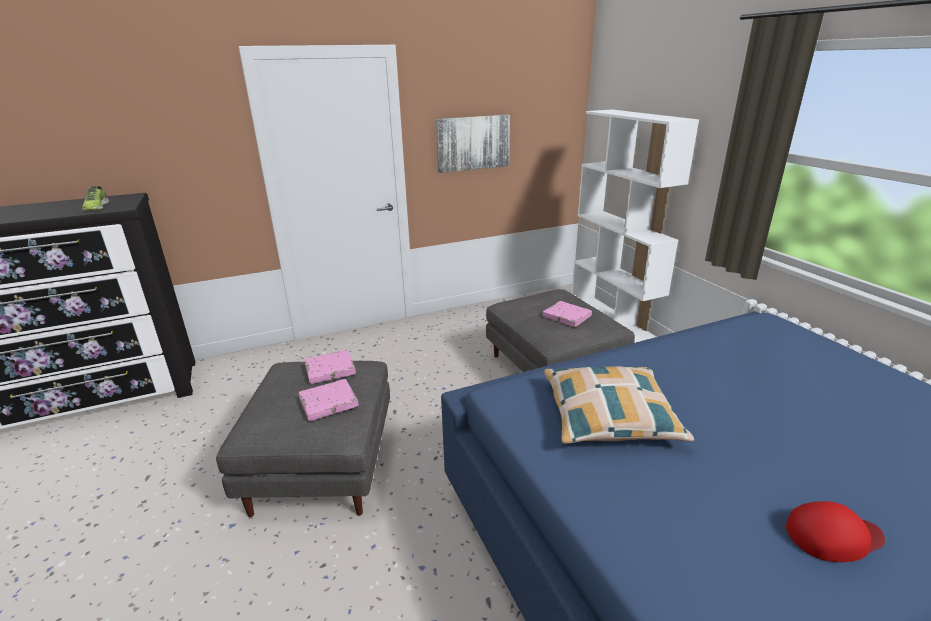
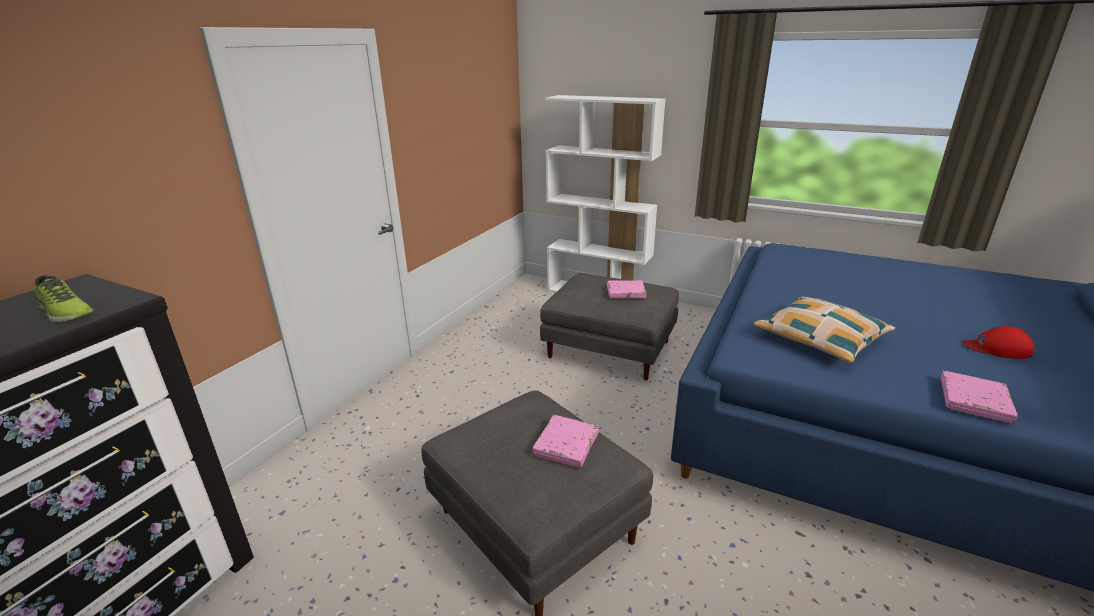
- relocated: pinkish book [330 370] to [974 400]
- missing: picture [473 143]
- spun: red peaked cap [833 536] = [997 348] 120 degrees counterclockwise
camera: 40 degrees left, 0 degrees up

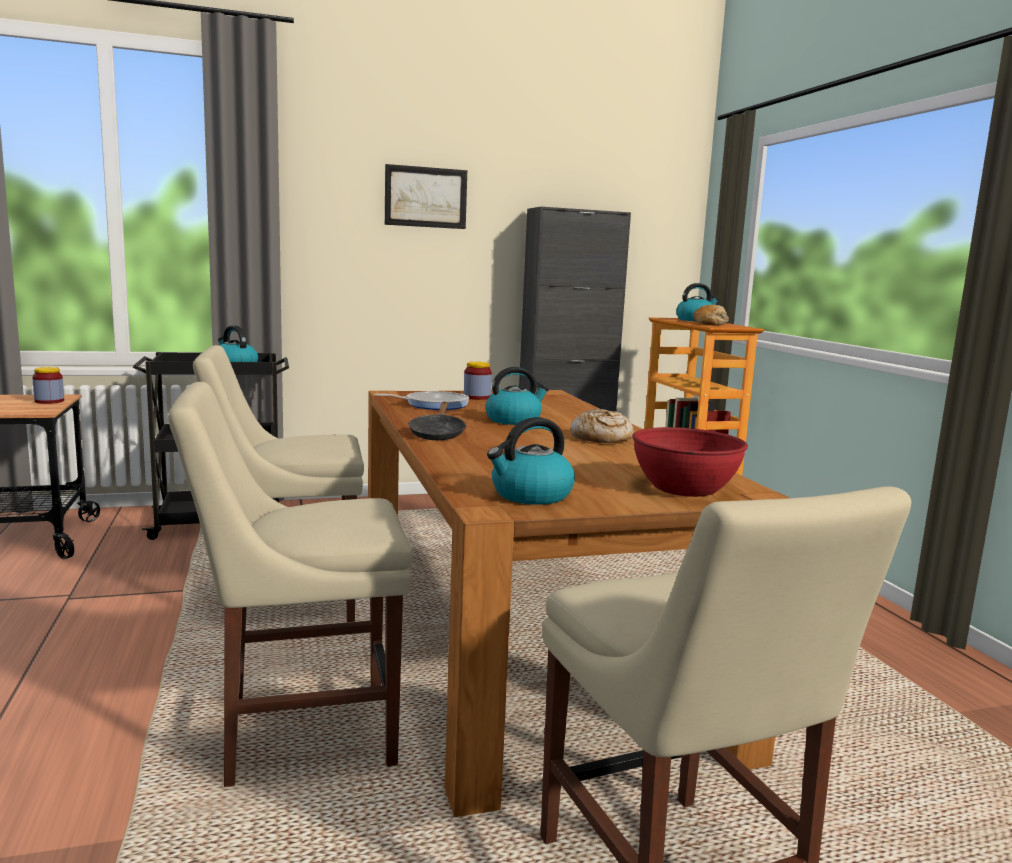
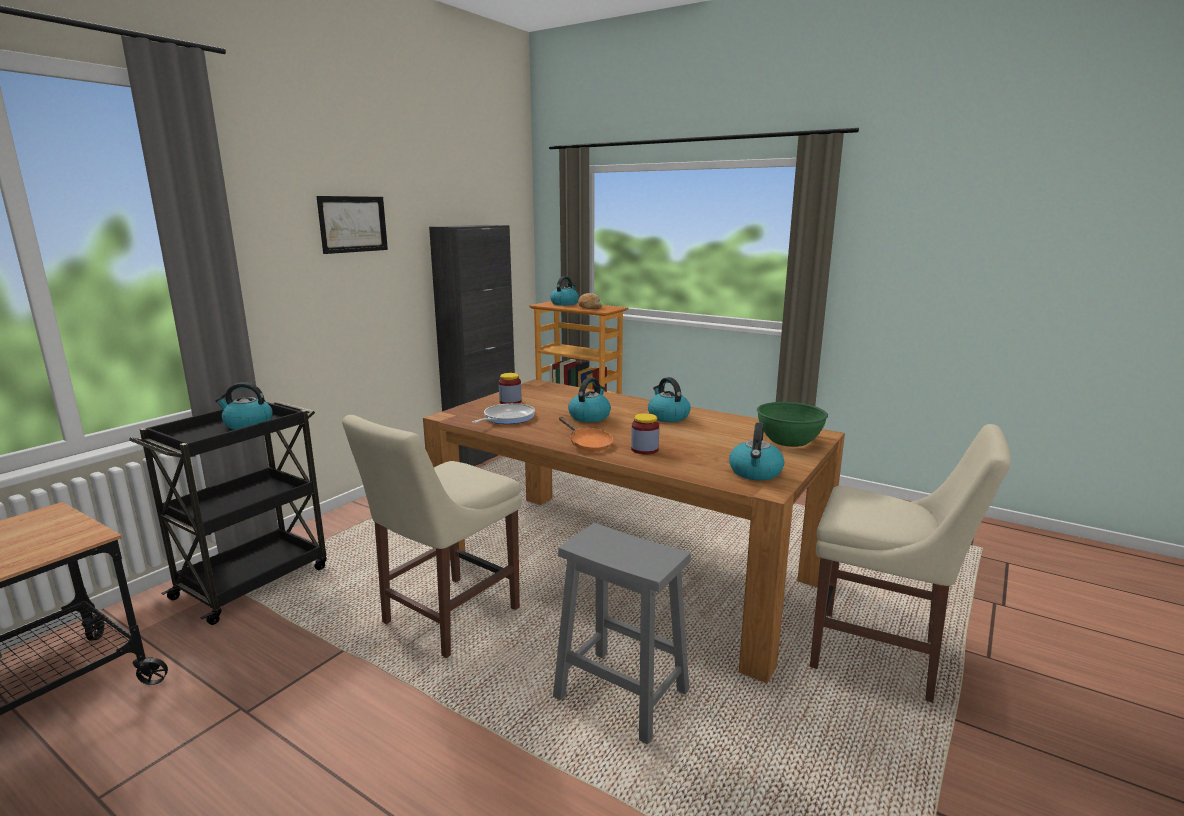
- relocated: jar [49 401] to [644 449]
- exchanged: beige upright chair [298 732] to grey sitting stool [619 693]
- colour: blackish frying pan [437 434] to orangey frying pan [587 444]
- exchanged: bread [601 438] to tea kettle [667 416]
- colour: red serving bowl [684 488] to greenish serving bowl [789 440]
camera: 40 degrees left, 5 degrees up

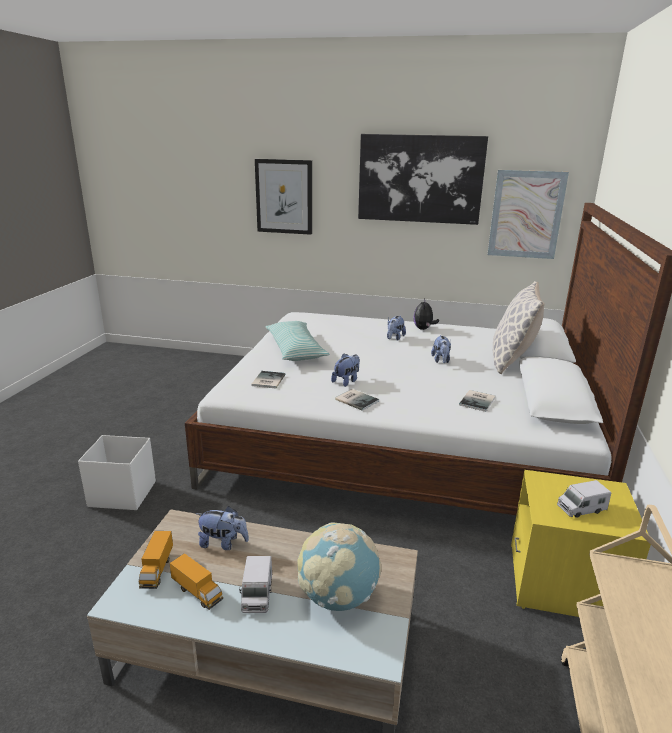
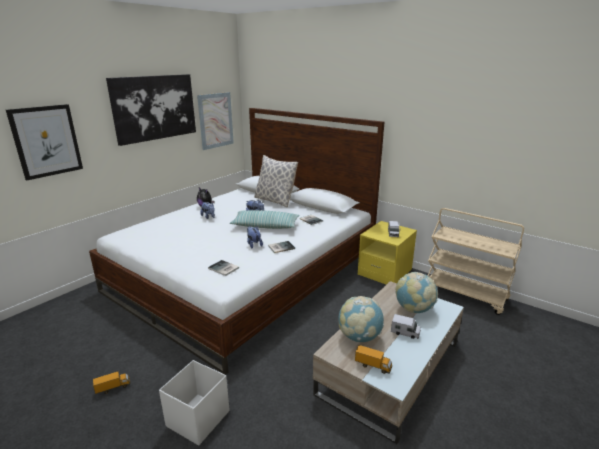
- relocated: toy truck [197 592] to [113 388]
- exchanged: plush toy [223 543] to desk globe [359 337]
- relocated: cushion [295 350] to [265 226]
camera: 65 degrees left, 0 degrees up

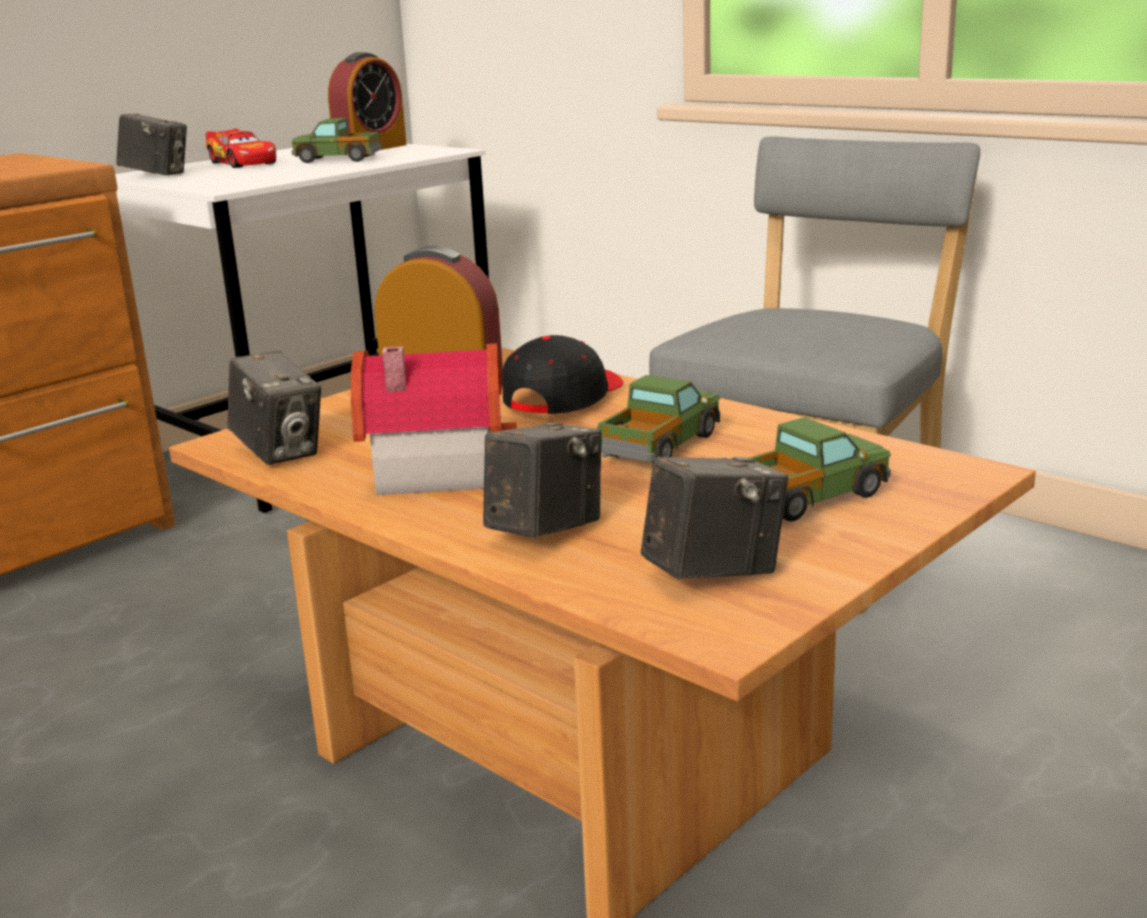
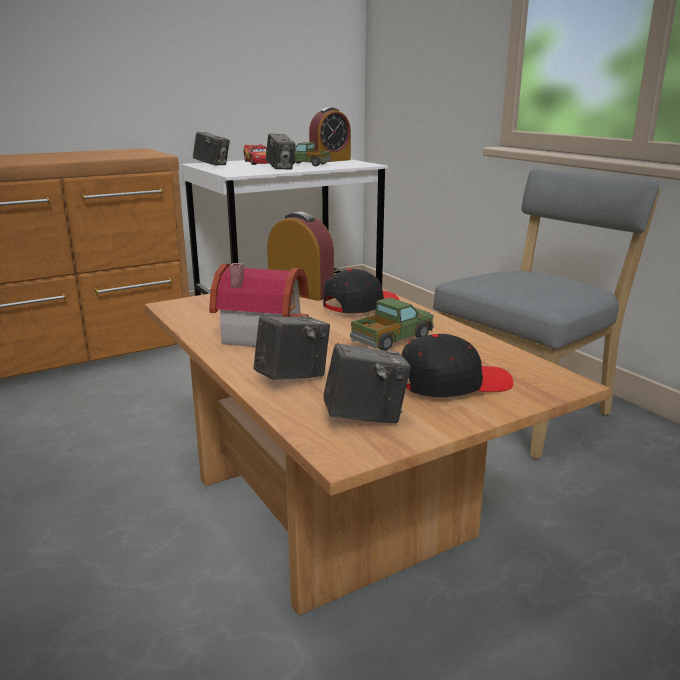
- relocated: photo camera [279 452] to [280 168]
- exchanged: toy truck [807 499] to blackish peaked cap [453 383]
camera: 15 degrees right, 0 degrees up

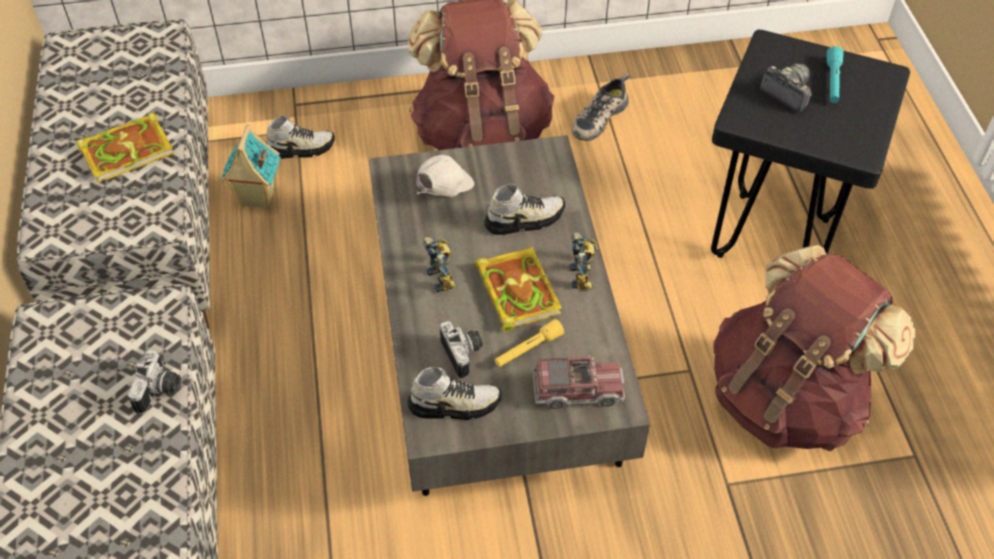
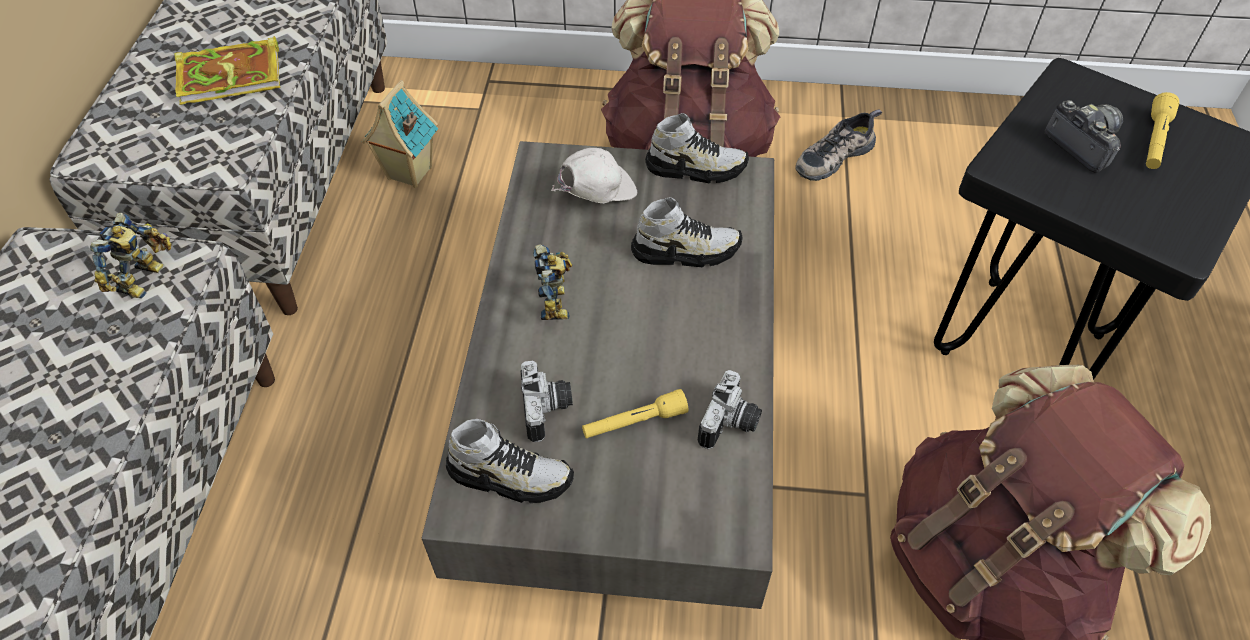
- relocated: photo camera [160 391] to [731 425]
- relocated: item of footwear [301 148] to [695 168]
- missing: book [516 290]
- missing: toy truck [577 390]
- relocated: robot figure [584 276] to [145 279]
- colour: blue-green torch [832 82] to yellowish torch [1154 141]
camera: 15 degrees right, 0 degrees up

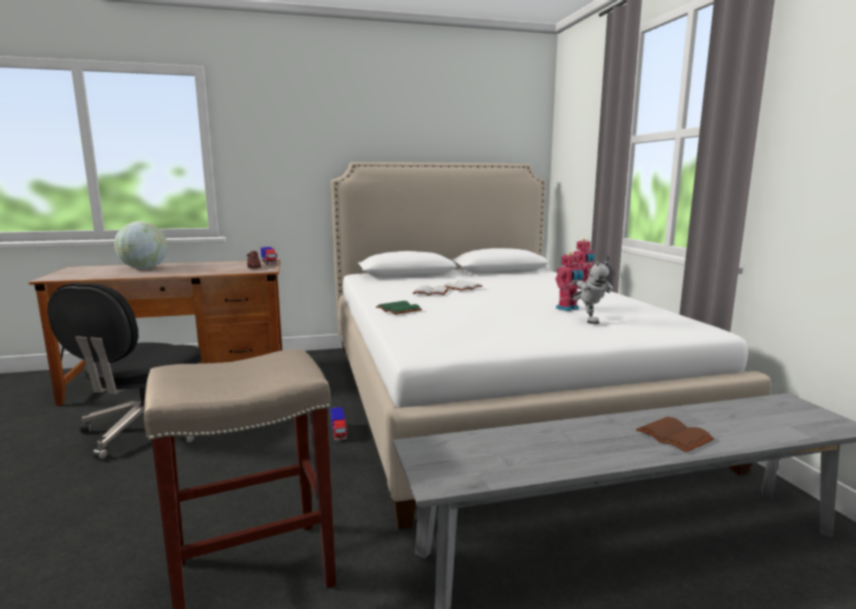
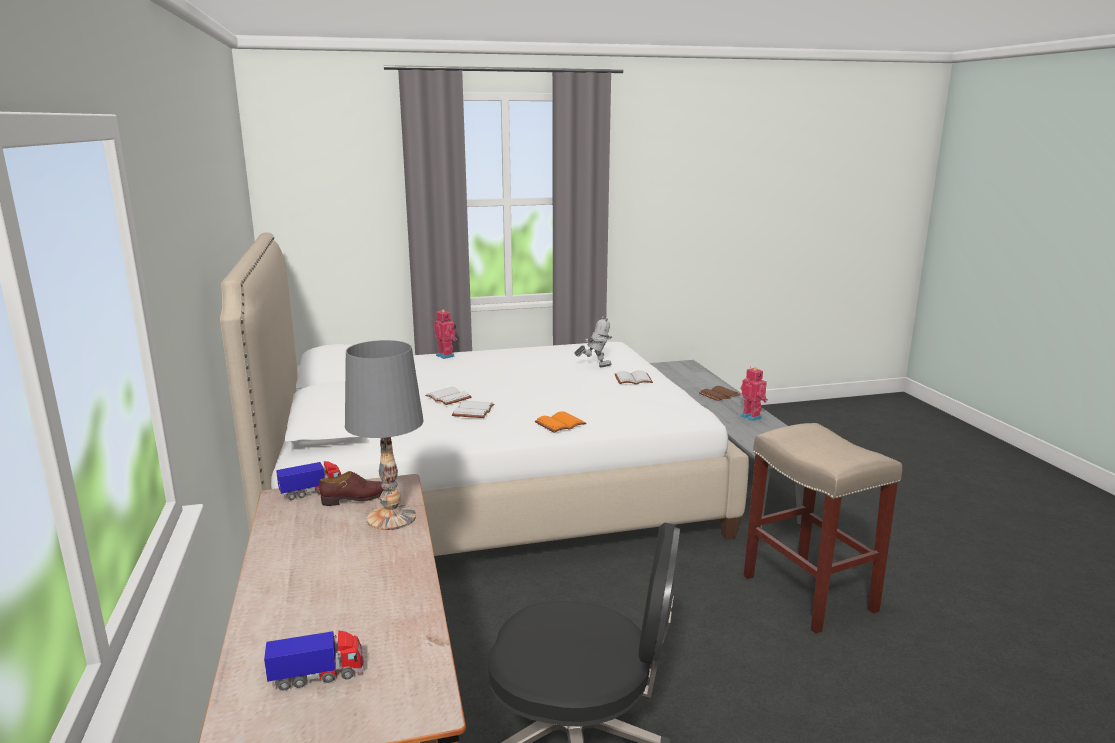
- missing: desk globe [144 268]
- relocated: toy truck [338 432] to [317 676]
- colour: greenish book [397 310] to orangey book [560 424]
- relocated: robot figure [568 309] to [752 417]
- appeared: grey lamp for a table [392 518]
- appeared: whitish book [632 380]
camera: 90 degrees left, 5 degrees up

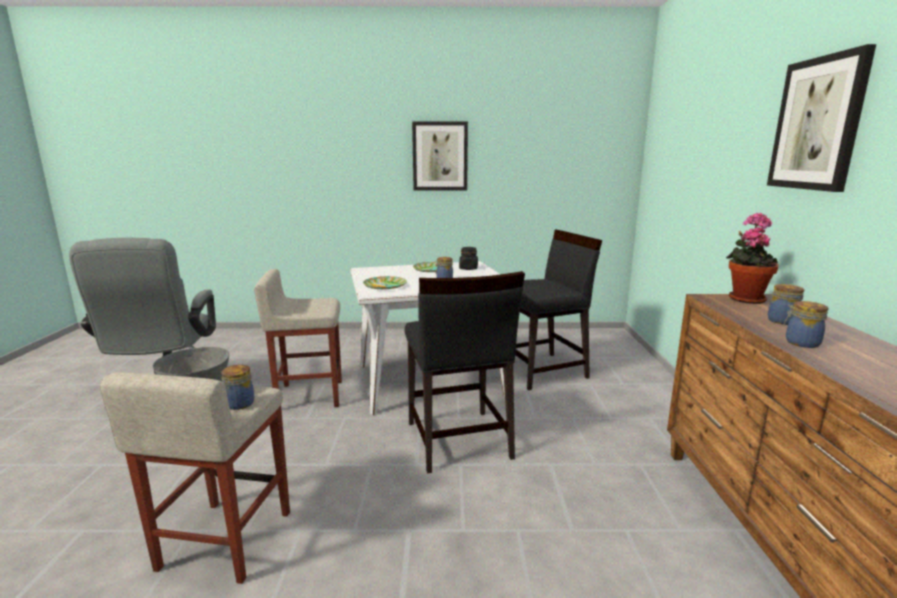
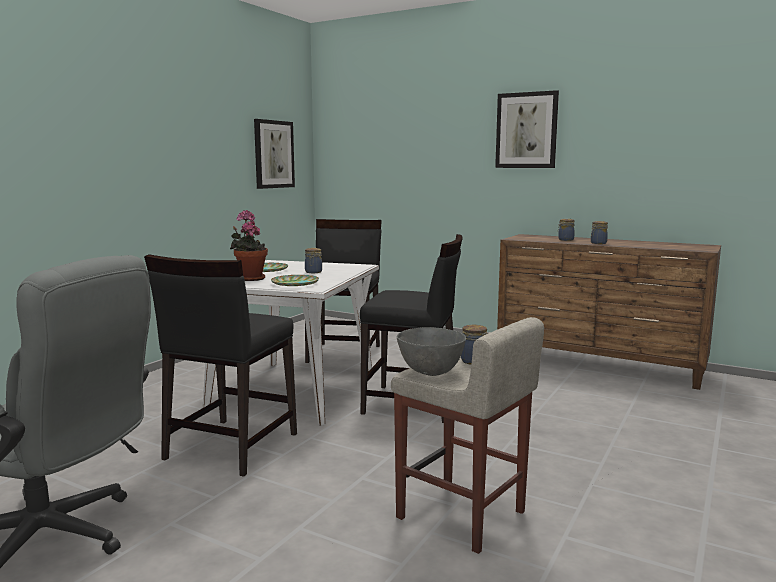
- exchanged: beige sitting stool [309 395] to blackish upright chair [230 446]
- relocated: picture [440 156] to [273 154]
- missing: blackish jar [468 268]
- relocated: potted plant [745 298] to [250 278]
camera: 60 degrees left, 5 degrees down

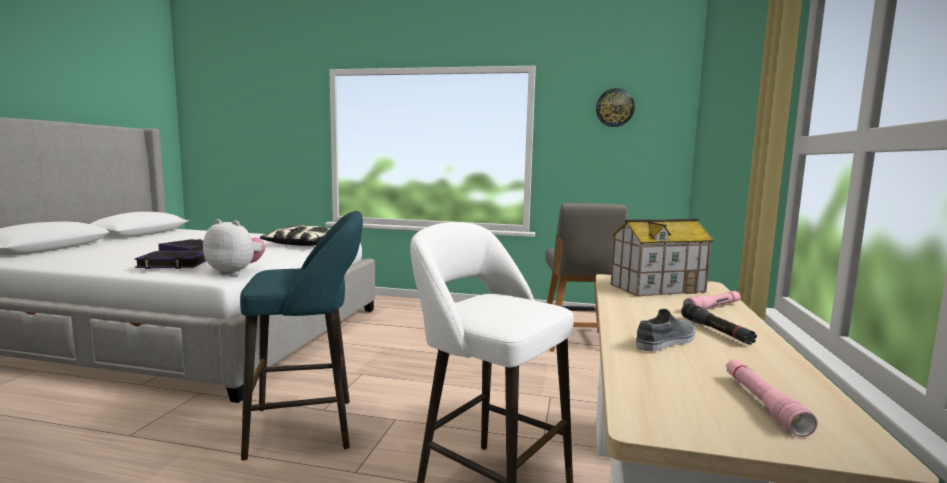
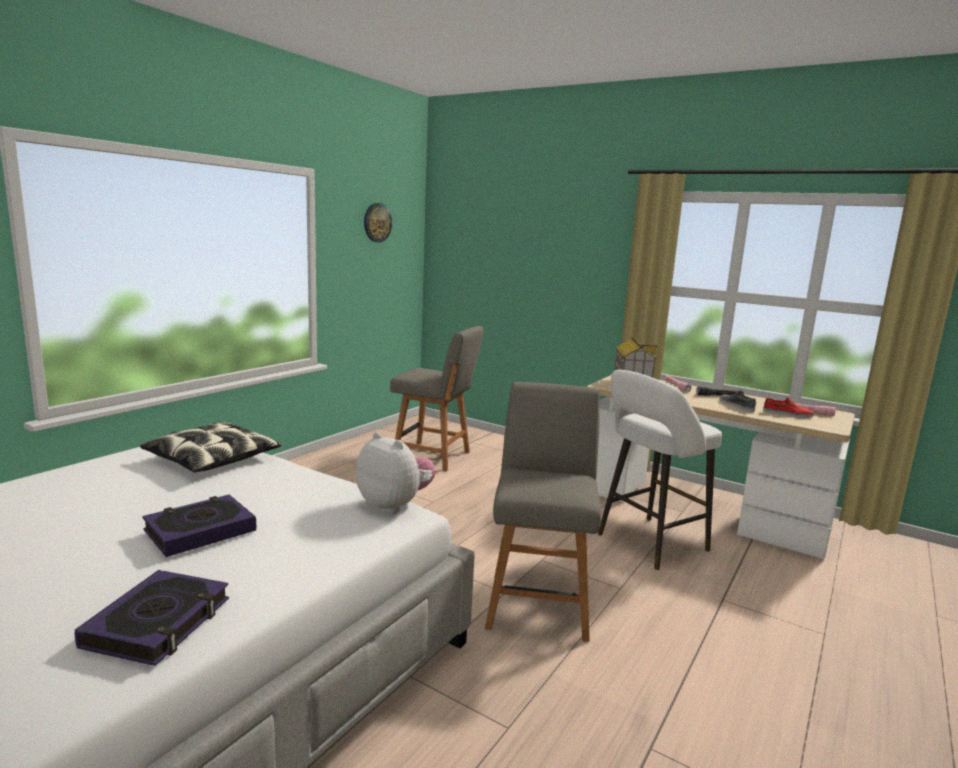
- relocated: book [174 264] to [158 623]
- spun: plush toy [236 272] = [395 505] 90 degrees clockwise
- exchanged: blue-green sitting stool [309 427] to grey upright chair [538 602]
- appeared: red item of footwear [787 414]
camera: 70 degrees left, 5 degrees up

